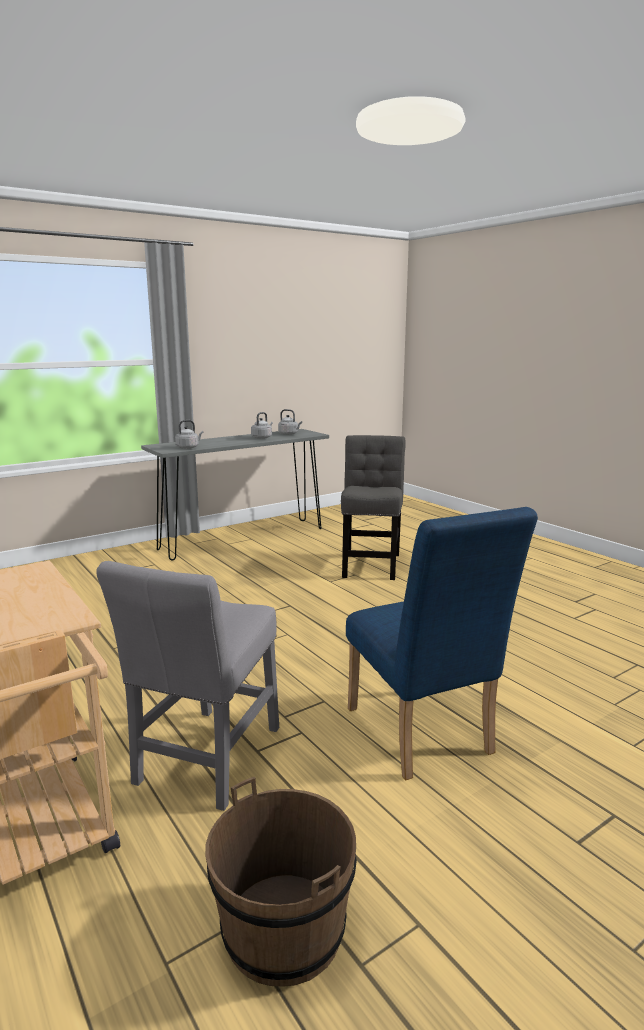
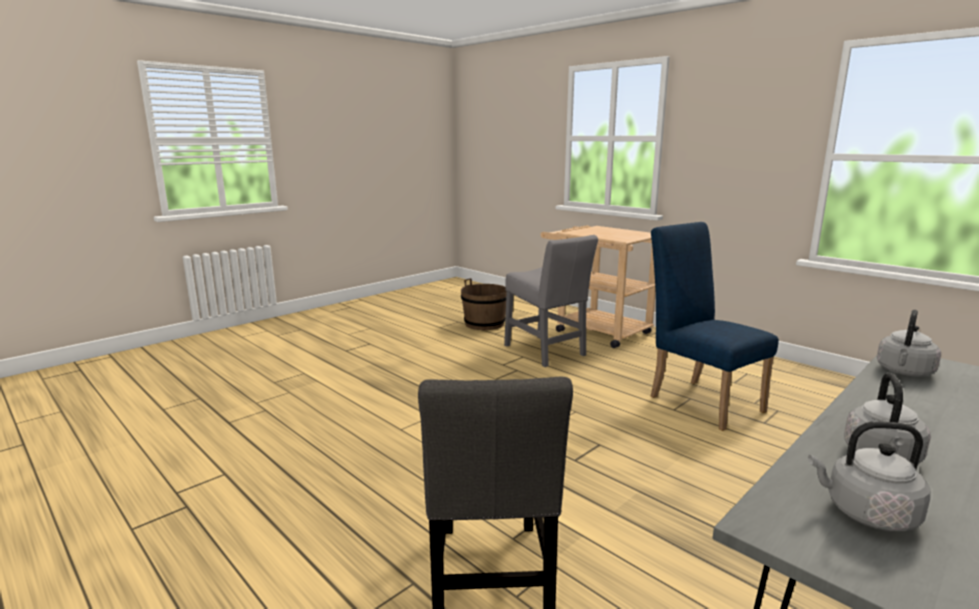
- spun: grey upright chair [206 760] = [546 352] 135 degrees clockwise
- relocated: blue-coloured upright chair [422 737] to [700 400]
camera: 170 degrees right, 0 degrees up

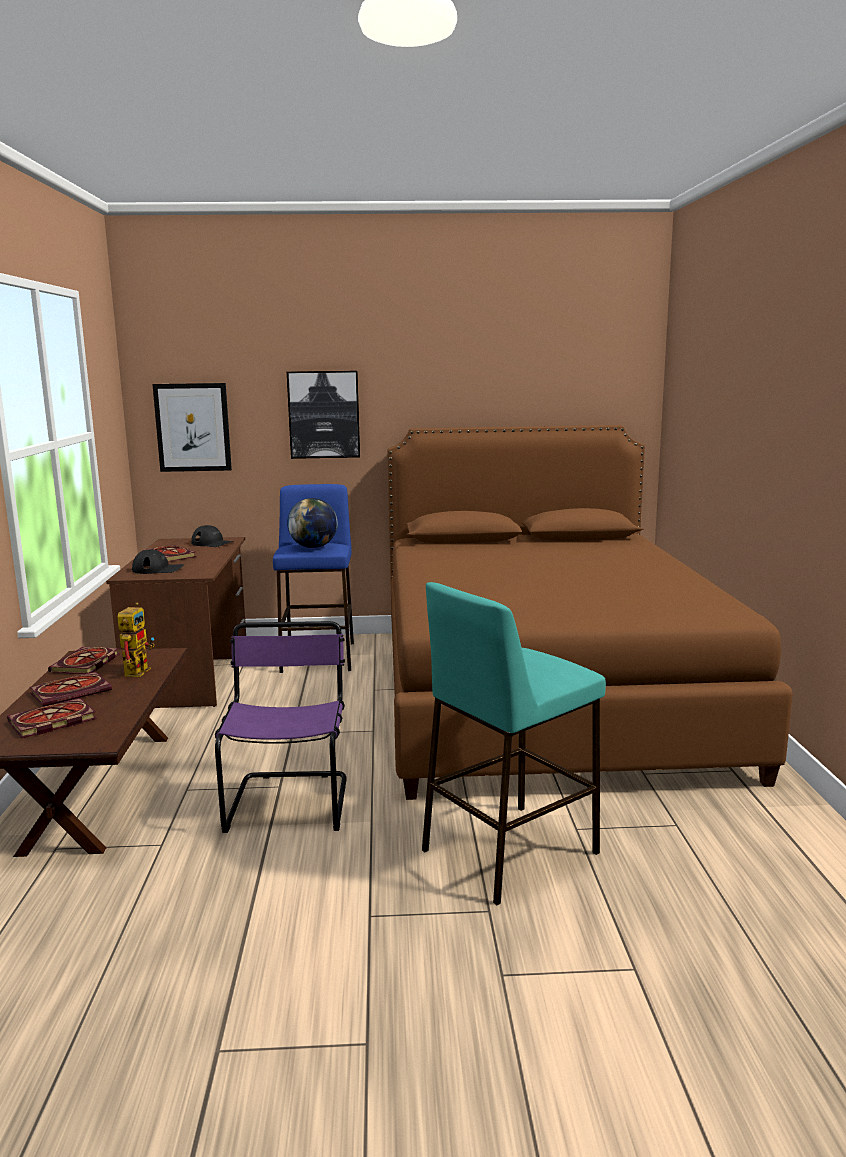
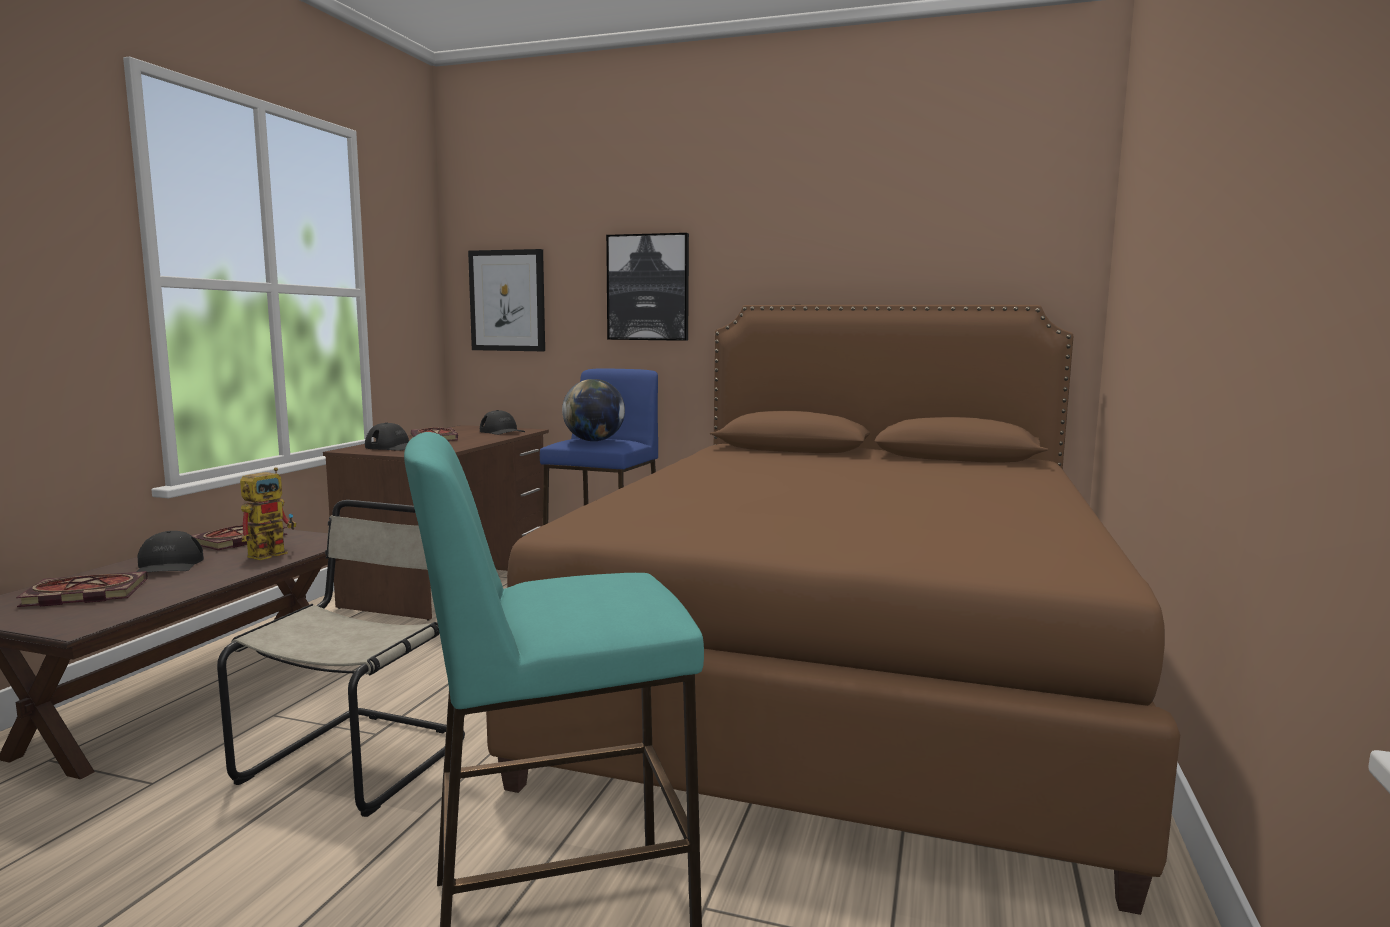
- exchanged: book [72 691] to blackish peaked cap [168 565]
- colour: purple upright chair [289 801] to beige upright chair [362 757]
camera: 20 degrees right, 5 degrees down

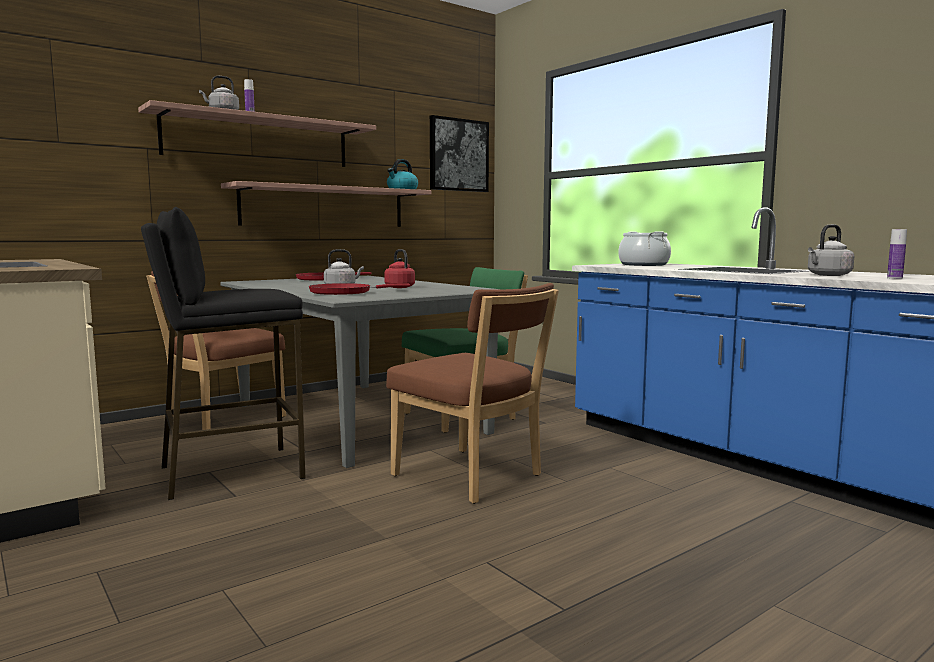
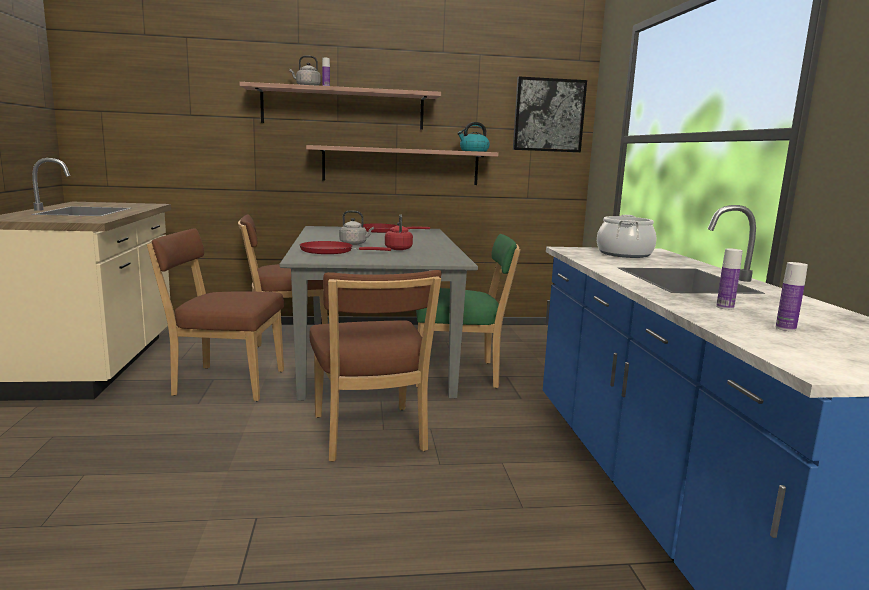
- exchanged: blackish sitting stool [230 472] to brown upright chair [224 383]
- exchanged: grey tea kettle [827 275] to bottle [725 307]
camera: 30 degrees right, 5 degrees up

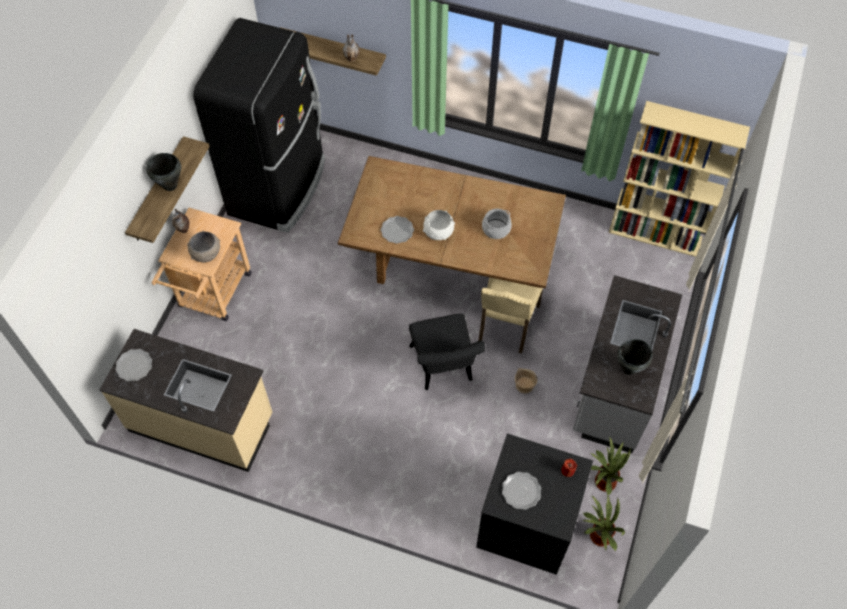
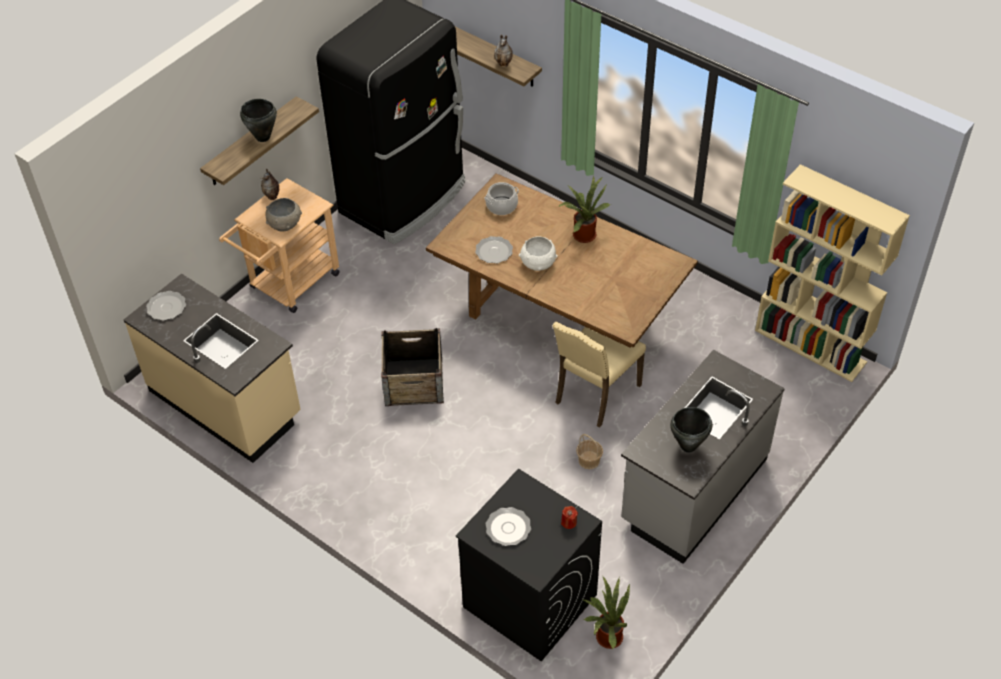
- missing: blackish upright chair [443 368]
- relocated: stockpot [496 229] to [501 206]
- relocated: potted plant [603 480] to [583 234]
- appeared: packing crate [413 381]
camera: 20 degrees right, 10 degrees down

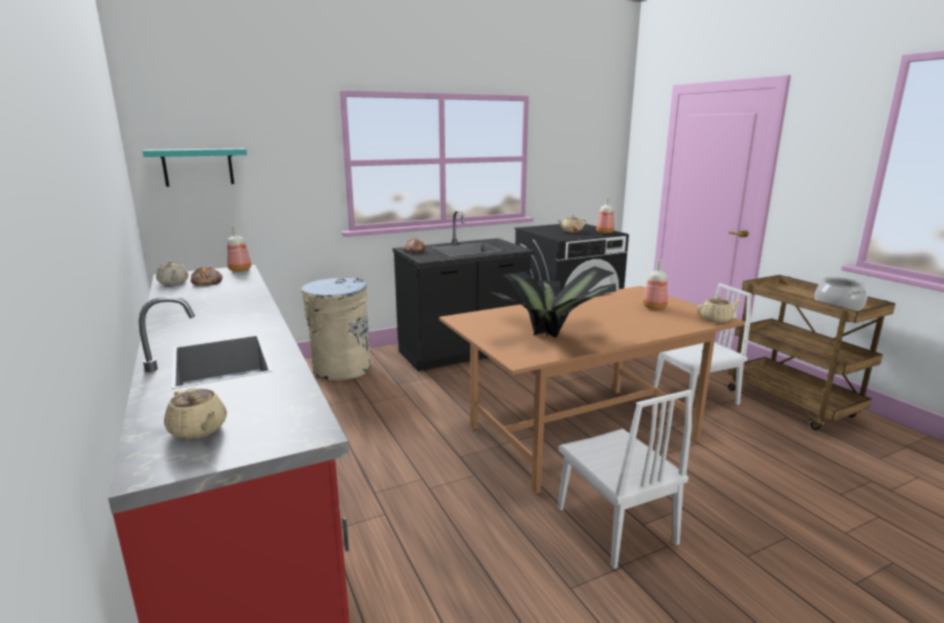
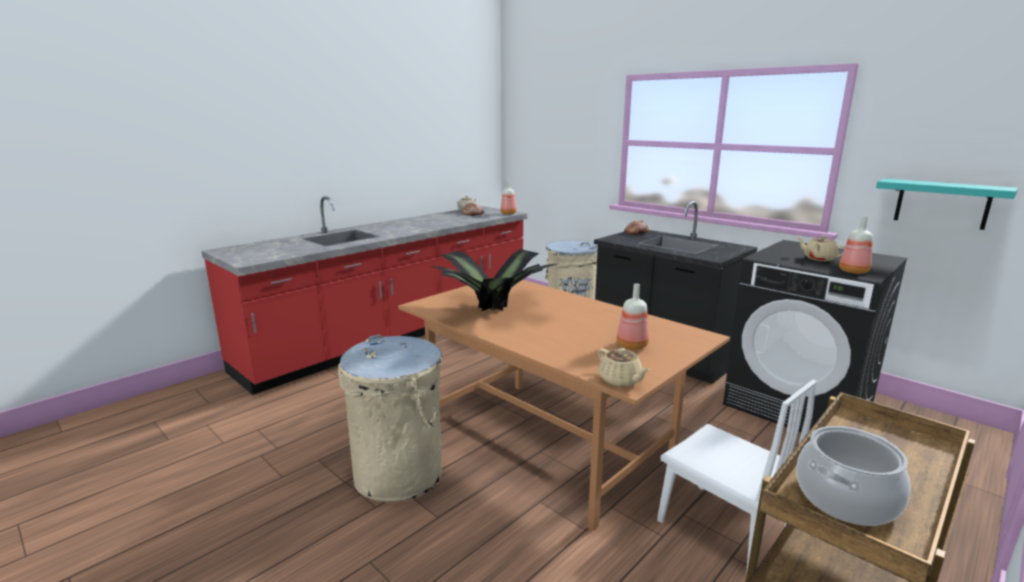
- relocated: blue-green bracket shelf [198 167] to [942 203]
- missing: beige teapot [198 430]
- exchanged: whitish upright chair [615 525] to beige waste bin [398 475]
camera: 70 degrees right, 0 degrees up

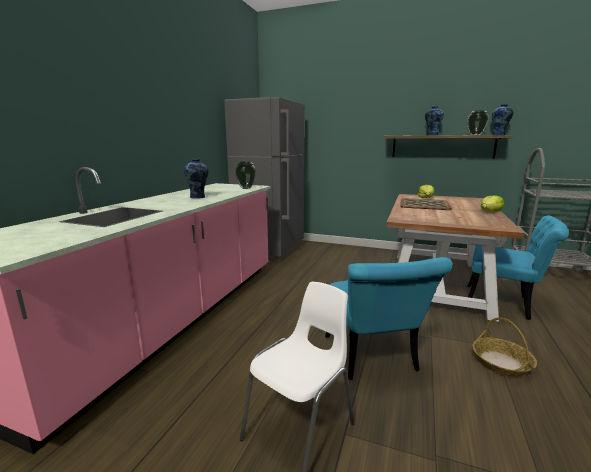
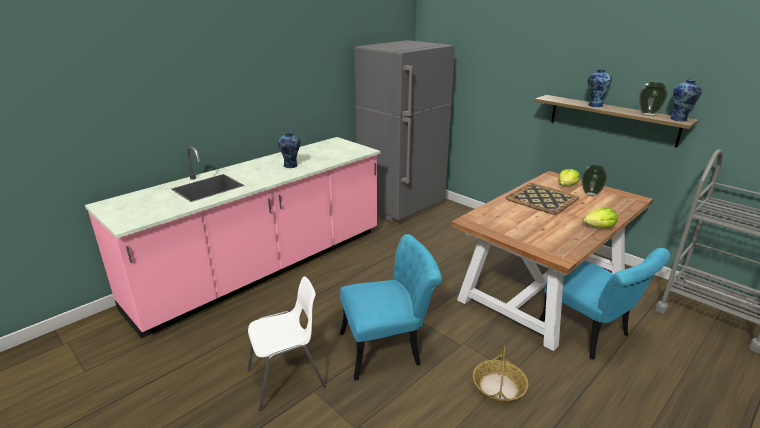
- relocated: flower vase [246 188] to [591 194]
- spun: blue-green upright chair [374 359] = [388 347] 120 degrees counterclockwise
camera: 25 degrees right, 10 degrees up

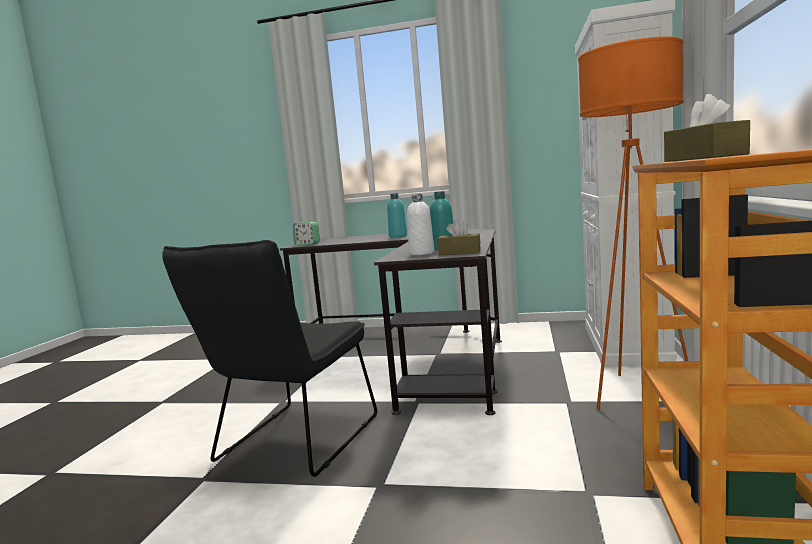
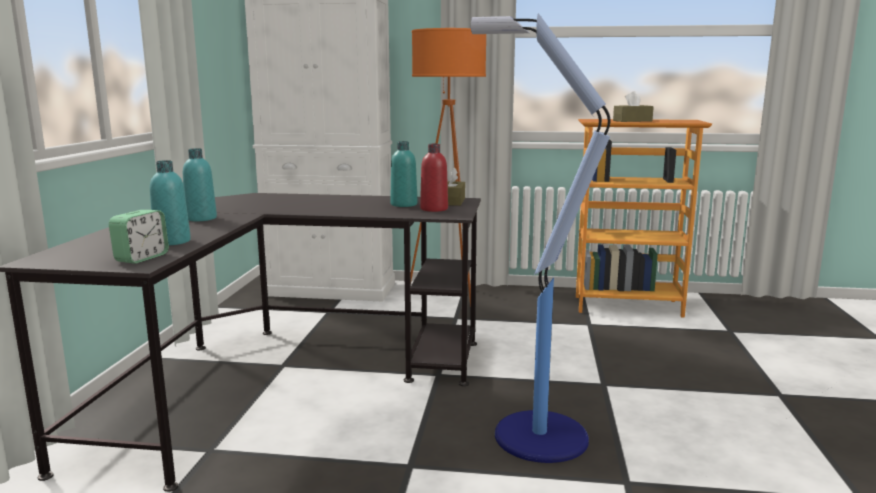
- exchanged: blackish upright chair [292 443] to standard lamp [537 436]
- colour: whitish bottle [422 253] to red bottle [434 209]
- appeared: blue-green bottle [172 241]
camera: 95 degrees left, 5 degrees up

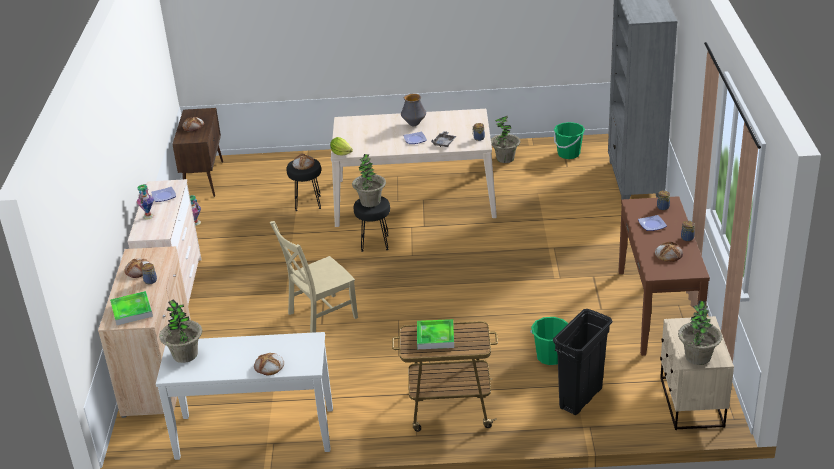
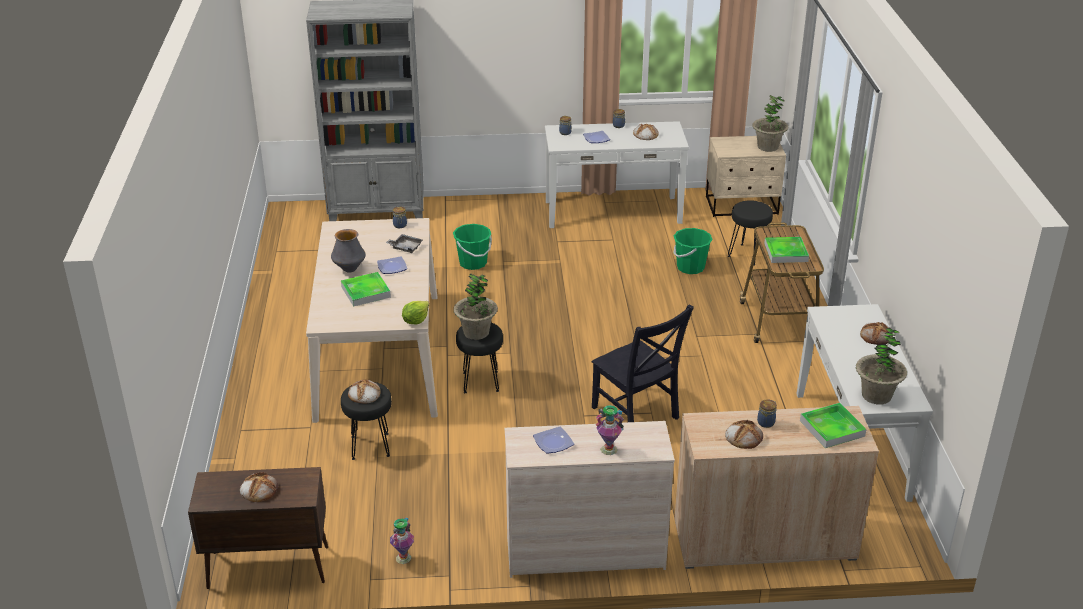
- colour: beige upright chair [320 316] to blackish upright chair [636 415]
- missing: potted plant [505 158]
- exchanged: blackish waste bin [580 398] to blackish sitting stool [748 254]
- relocated: greenish pail [568 154] to [473 263]
- colour: brown narrow table [658 310] to whitish narrow table [612 212]
- appeared: serving tray [366 292]
camera: 95 degrees left, 0 degrees up

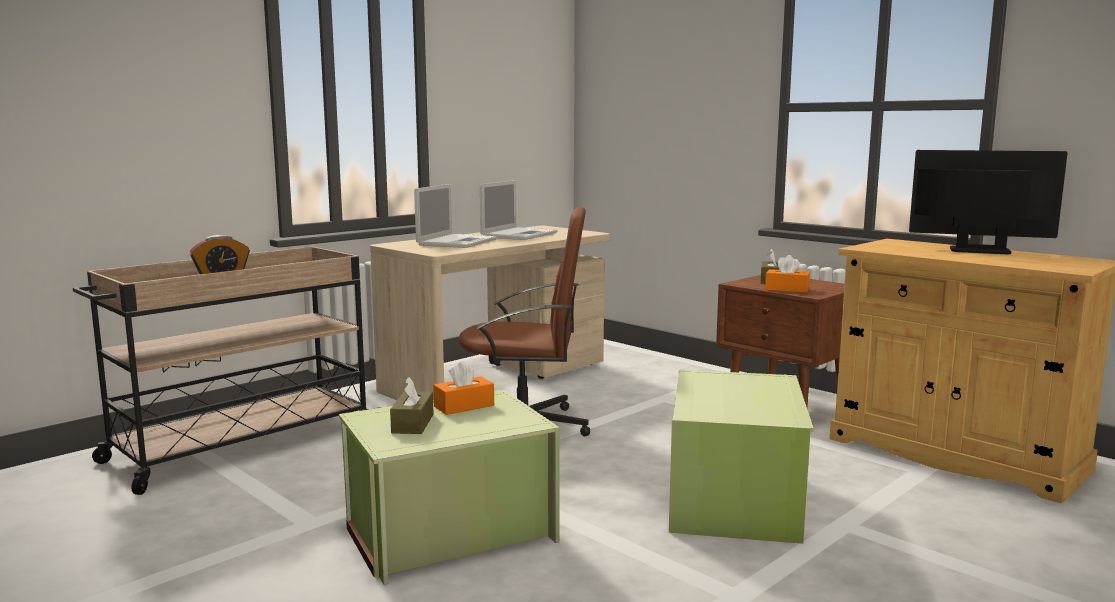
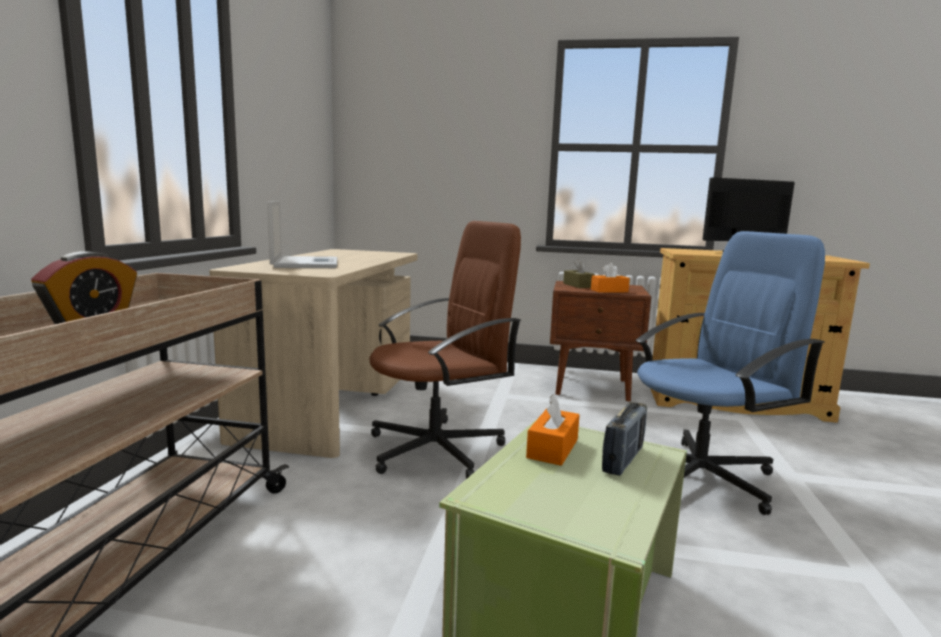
- missing: brown box of tissues [413 423]
- missing: notebook computer [519 234]
- exchanged: greenish storage box [736 500] to blue-coloured office chair [701 476]
- appeared: radio set [623 460]
camera: 35 degrees left, 0 degrees up

